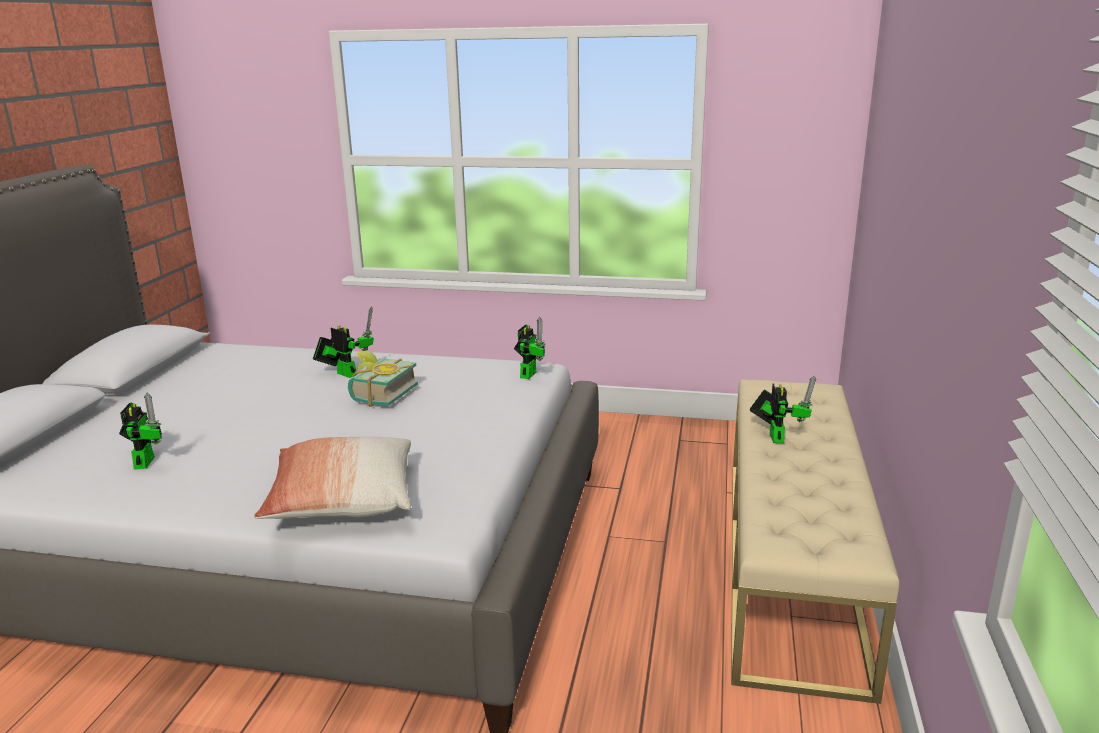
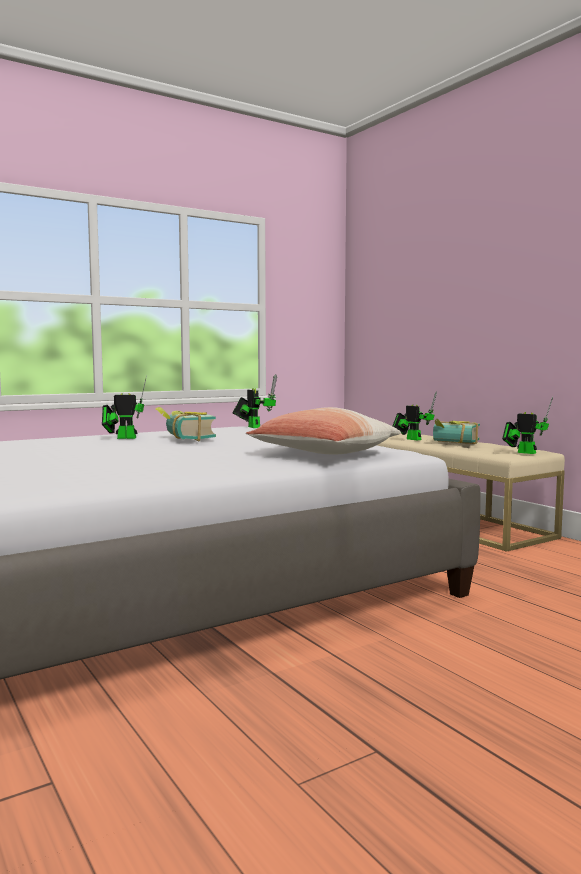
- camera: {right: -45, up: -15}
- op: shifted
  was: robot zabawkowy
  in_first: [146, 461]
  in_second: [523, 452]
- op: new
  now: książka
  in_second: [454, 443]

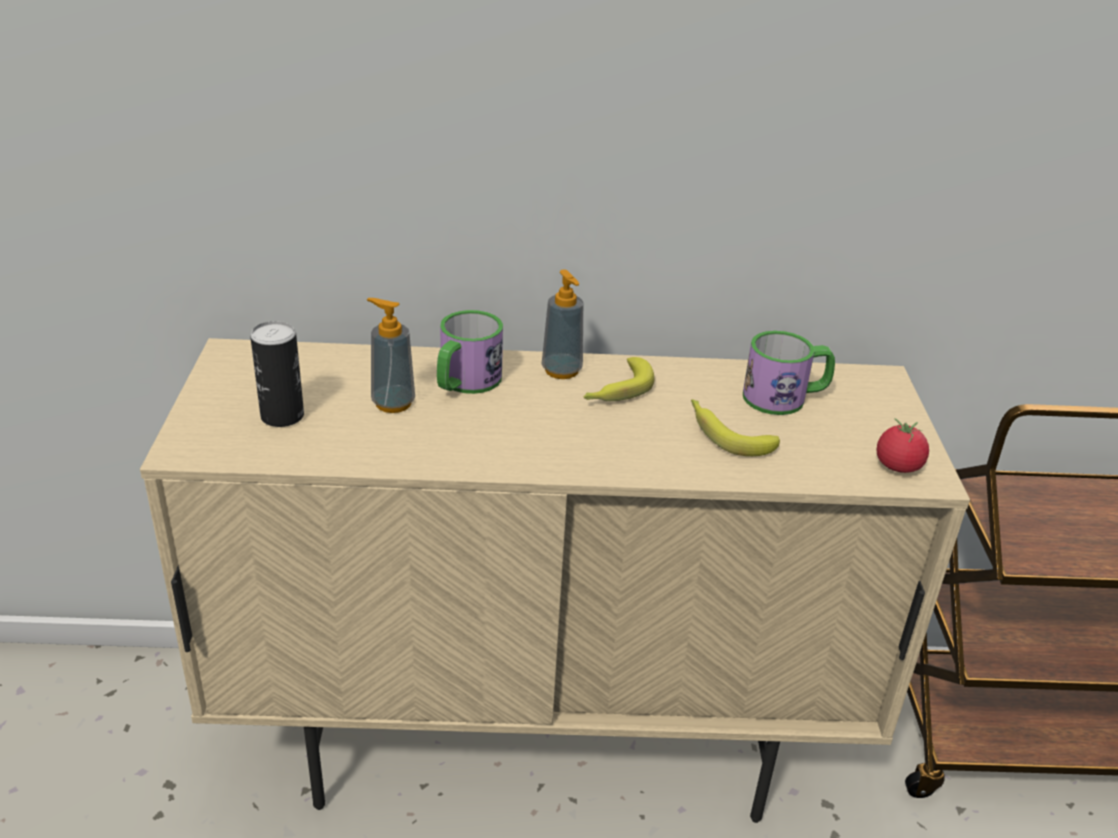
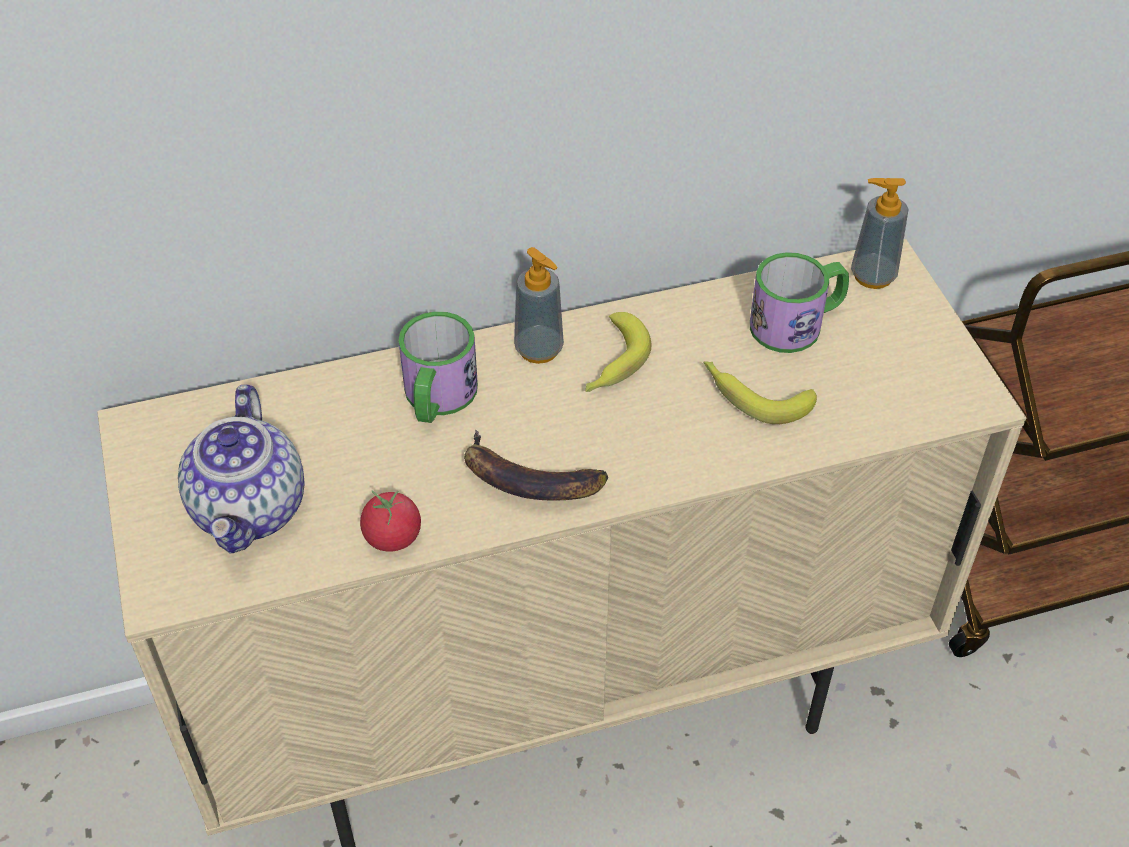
- camera: {right: -15, up: 15}
- op: swapped
  was: puszka
  now: imbryk
  in_first: [282, 416]
  in_second: [251, 509]
- op: shifted
  was: dozownik mydła
  in_first: [393, 403]
  in_second: [872, 276]
- op: shifted
  was: pomidor
  in_first: [898, 466]
  in_second: [392, 536]
- op: new
  now: banan
  in_second: [529, 479]

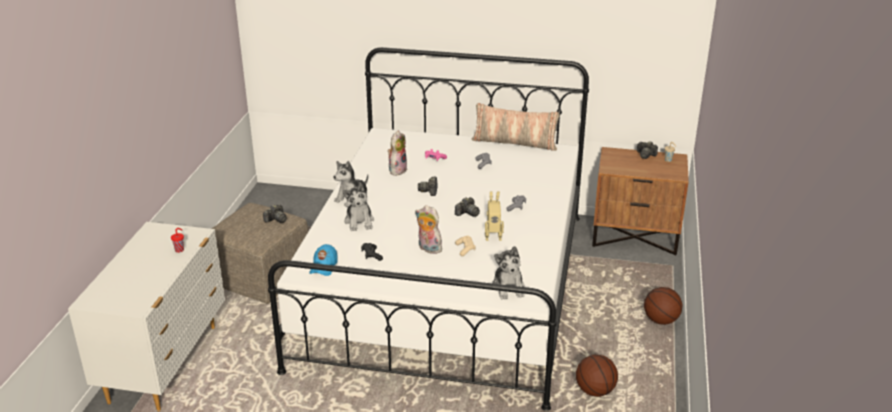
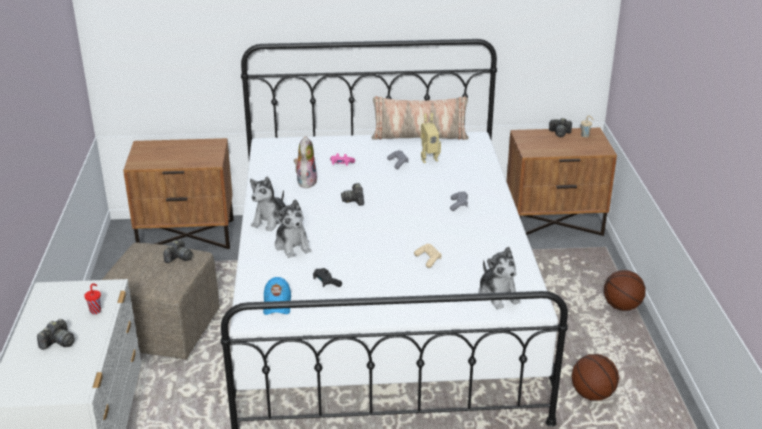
- camera: {right: -15, up: 0}
- op: gone
  was: pluszak
  in_first: [428, 249]
- op: shifted
  was: aparat fotograficzny
  in_first: [467, 213]
  in_second: [58, 342]
- op: shifted
  was: robot zabawkowy
  in_first: [493, 236]
  in_second: [428, 158]
- op: new
  now: szafka nocna (brązowy)
  in_second: [187, 235]

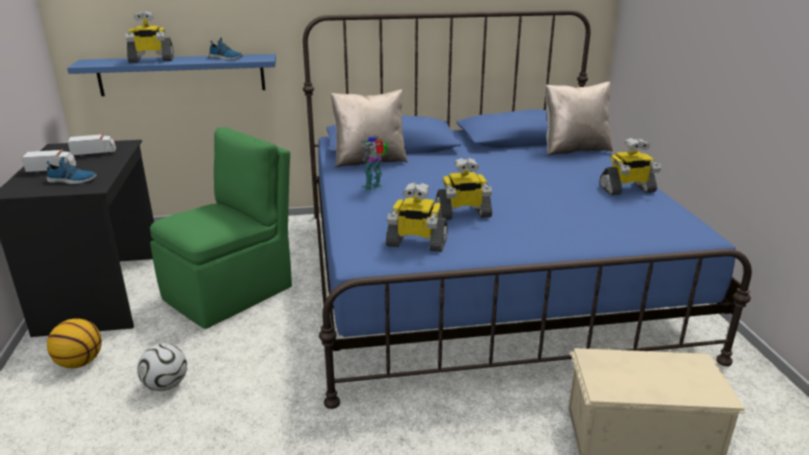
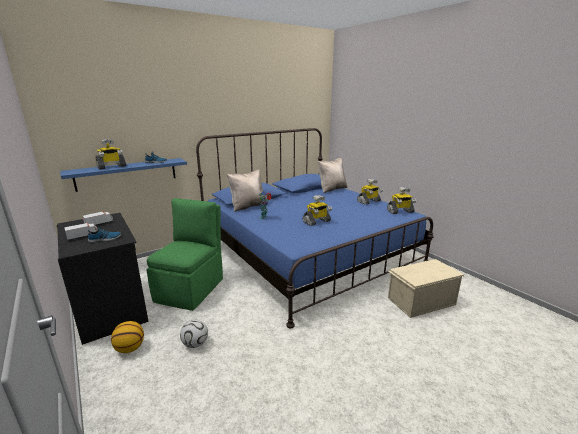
- camera: {right: -25, up: -5}
- op: shifted
  was: robot zabawkowy
  in_first: [416, 243]
  in_second: [400, 211]

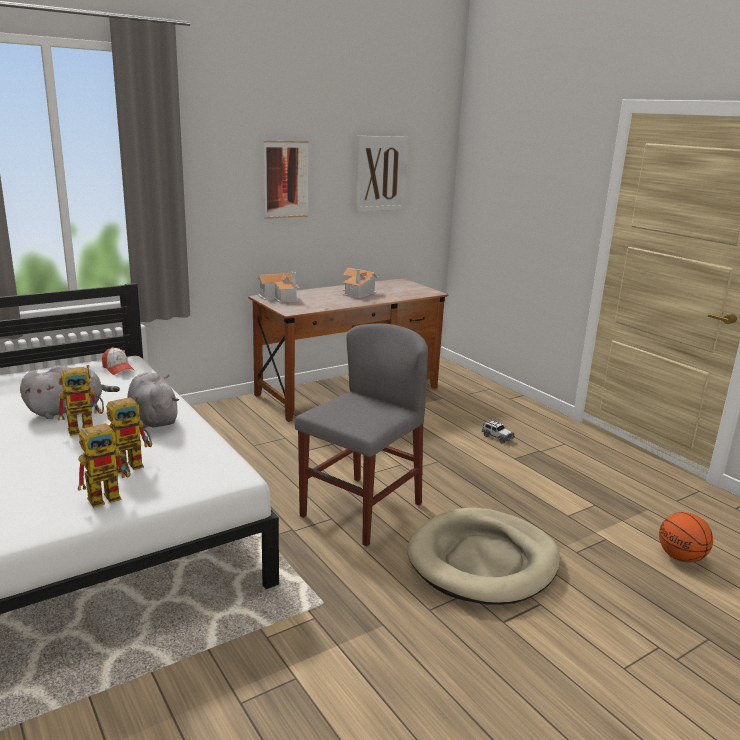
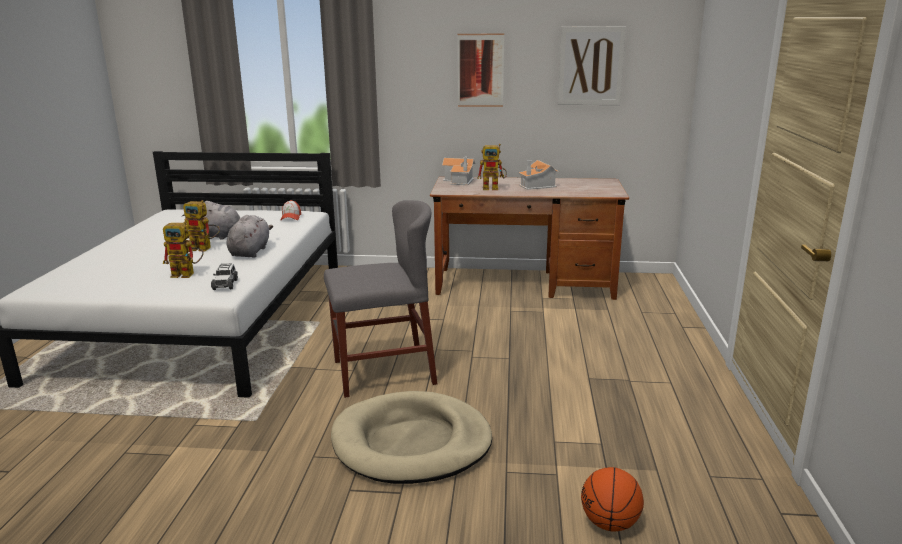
- camera: {right: 40, up: 0}
- op: shifted
  was: robot zabawkowy
  in_first: [110, 495]
  in_second: [494, 188]
- op: shifted
  was: samochodzik
  in_first: [497, 437]
  in_second: [225, 284]

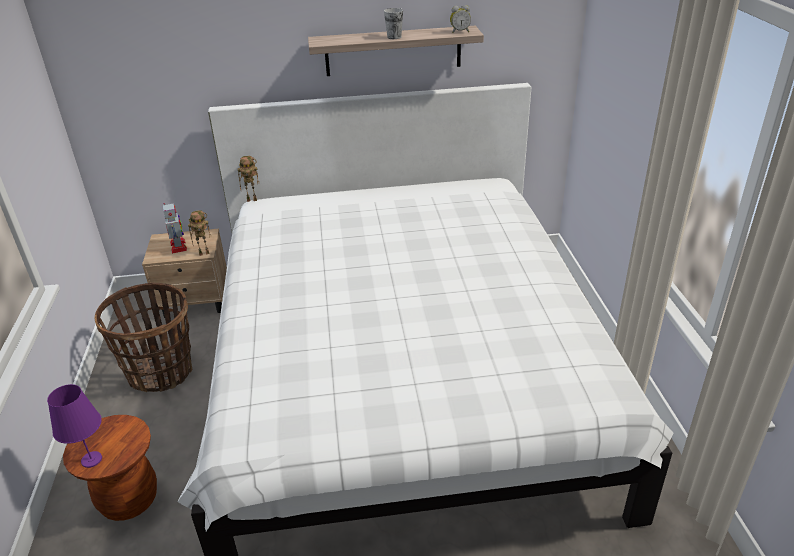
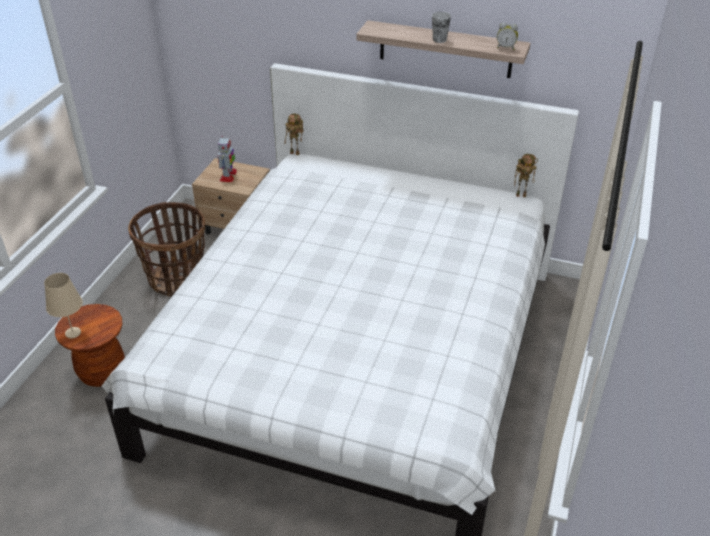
- camera: {right: 25, up: 5}
- op: repainted
  was: lampa stołowa (fioletowy)
  now: lampa stołowa (beżowy)
  in_first: [91, 460]
  in_second: [72, 333]
- op: shifted
  was: robot zabawkowy
  in_first: [205, 253]
  in_second: [521, 195]

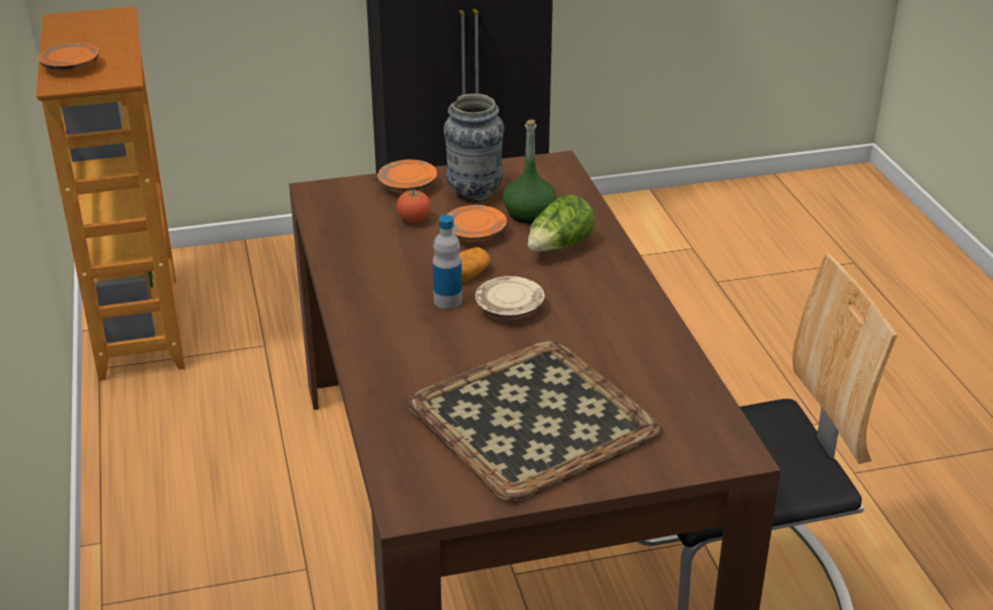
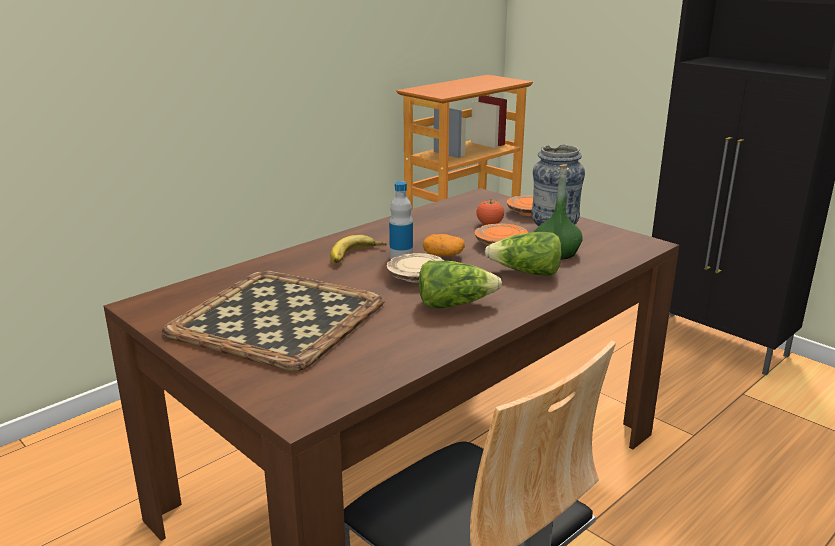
- camera: {right: 60, up: -10}
- op: gone
  was: talerz (pomarańczowy)
  in_first: [70, 67]
- op: new
  now: banan
  in_second: [356, 256]
- op: new
  now: sałata
  in_second: [454, 304]

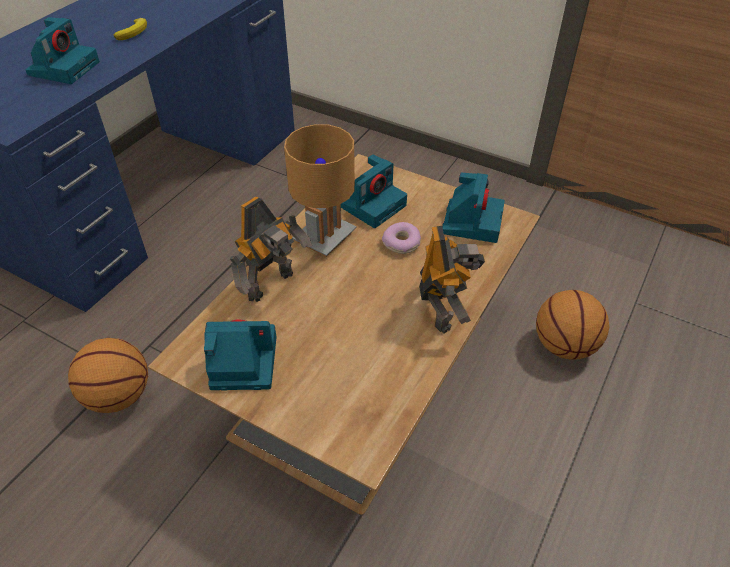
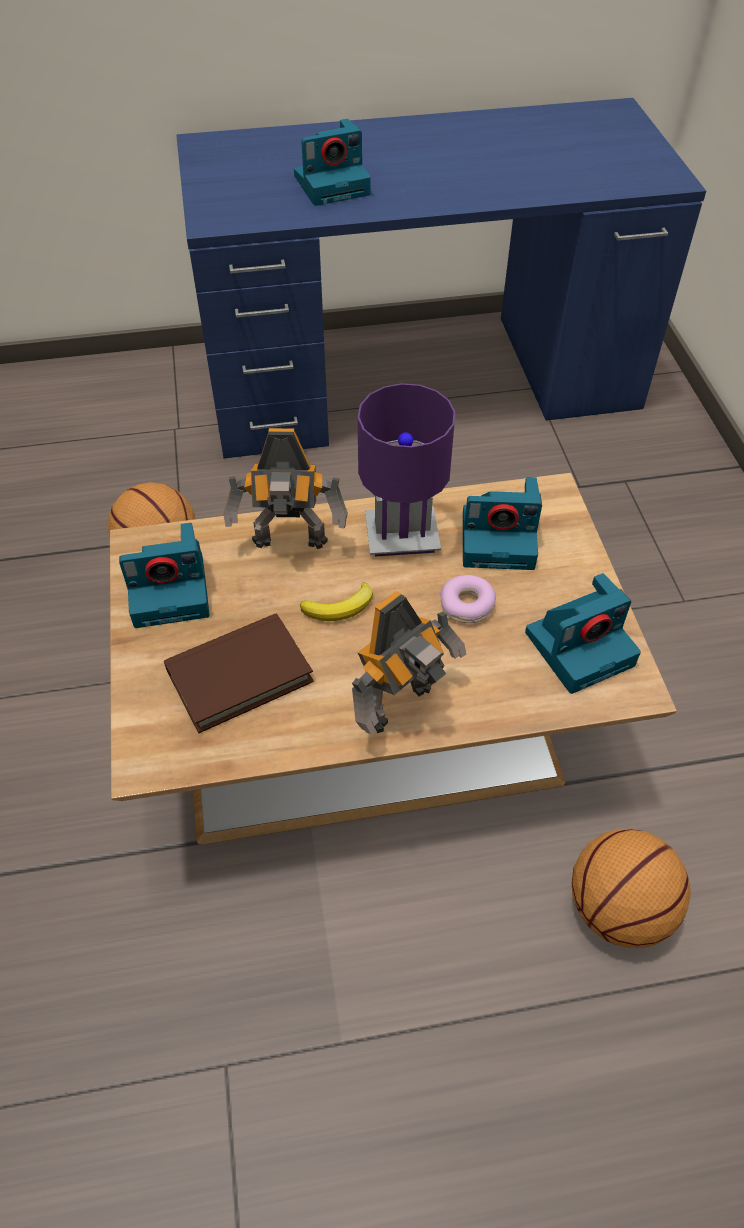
- camera: {right: 50, up: 5}
- op: shifted
  was: banan
  in_first: [134, 32]
  in_second: [340, 607]
- op: rotated
  was: aparat fotograficzny
  in_first: [241, 362]
  in_second: [172, 590]
  clockwise: 120
- op: repainted
  was: lampa stołowa (brązowy)
  now: lampa stołowa (fioletowy)
  in_first: [325, 237]
  in_second: [402, 536]
- op: new
  now: książka (brązowy)
  in_second: [239, 675]

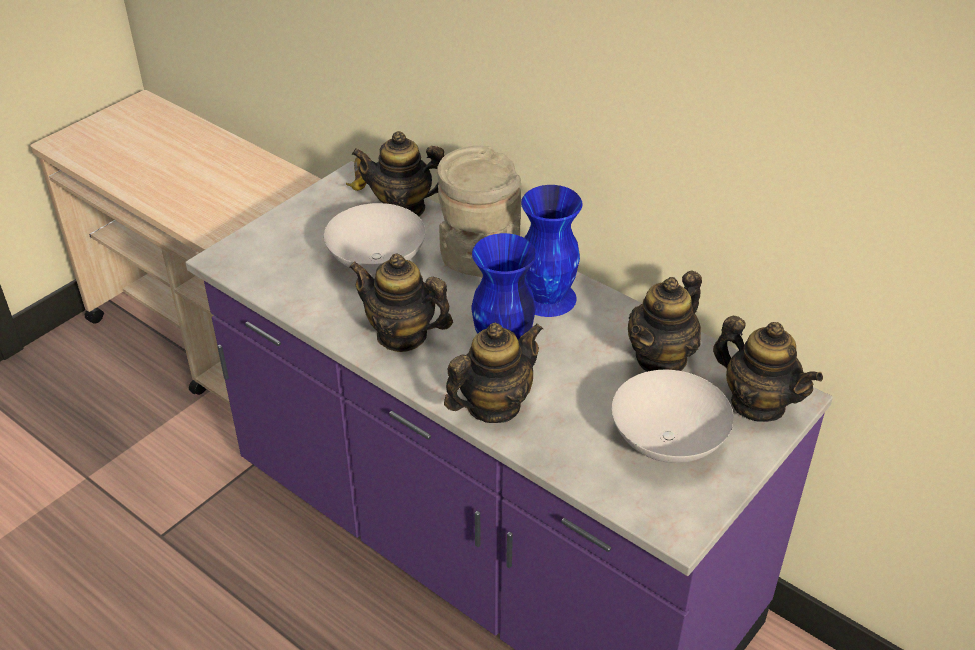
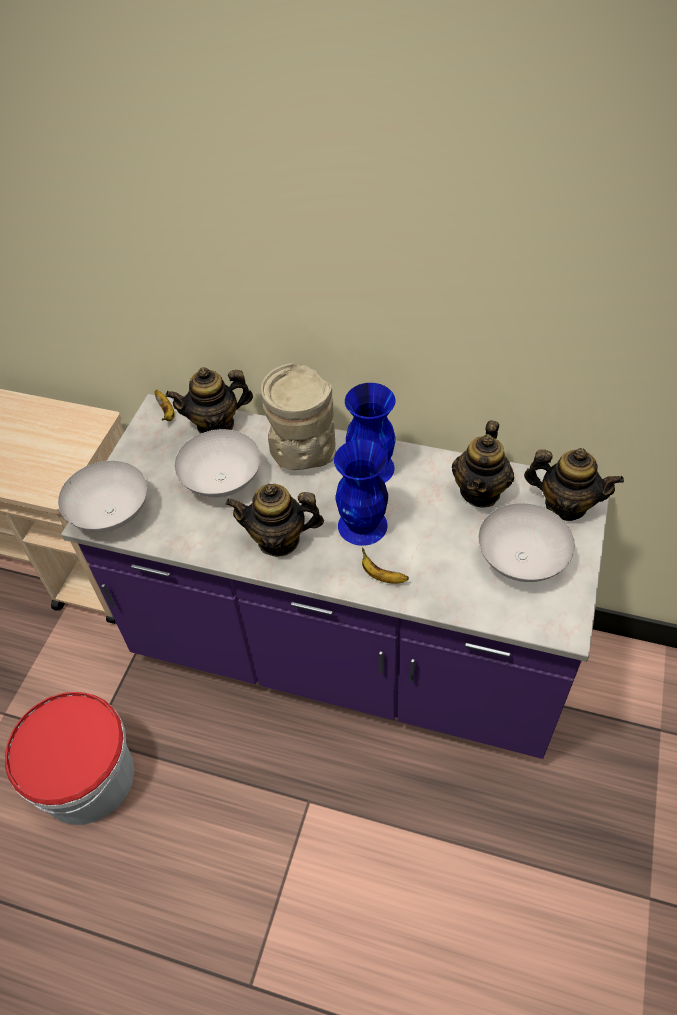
- camera: {right: -20, up: 10}
- op: swapped
  was: imbryk
  now: banan
  in_first: [493, 405]
  in_second: [381, 576]
- op: new
  now: wiadro
  in_second: [87, 777]
- op: new
  now: miska (biały)
  in_second: [111, 513]

